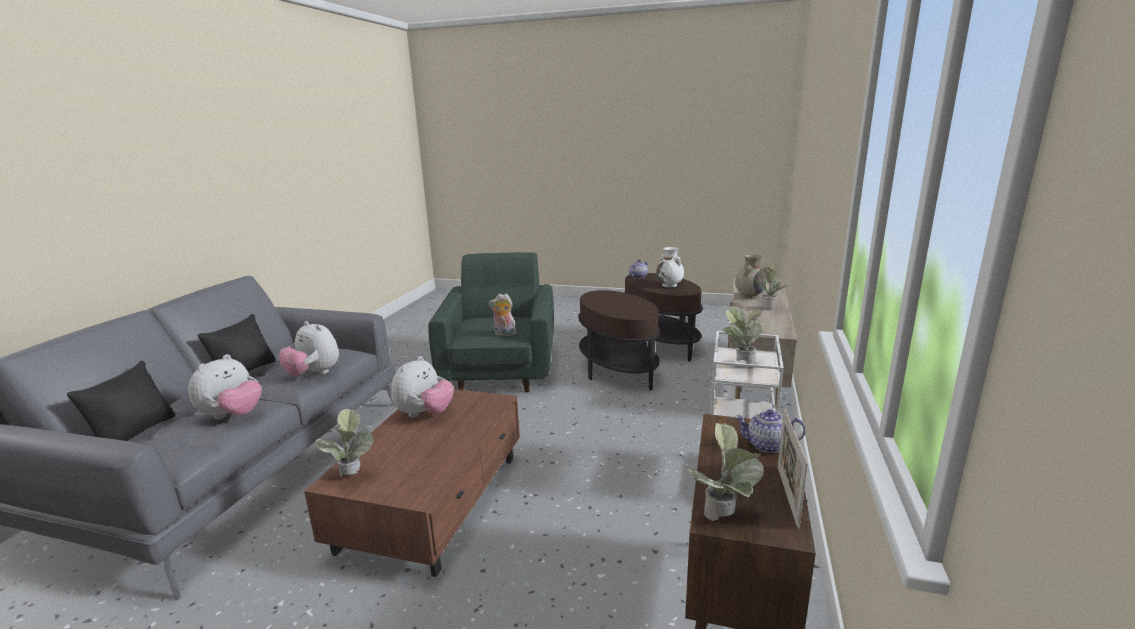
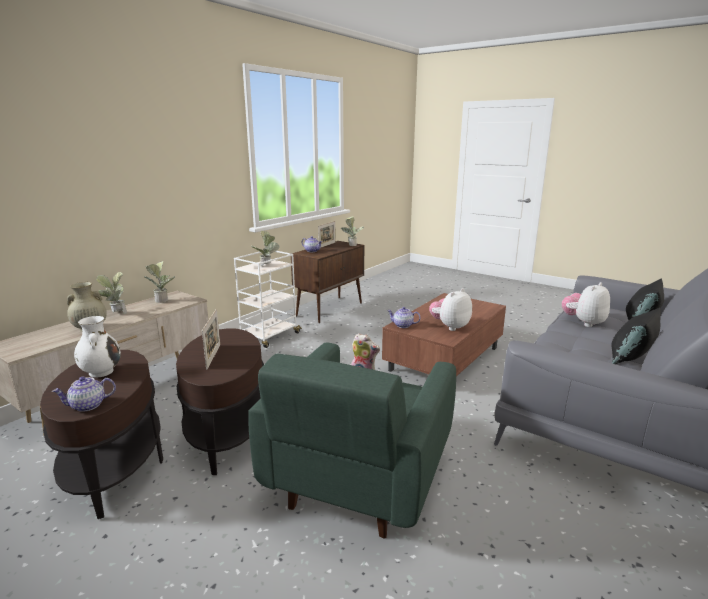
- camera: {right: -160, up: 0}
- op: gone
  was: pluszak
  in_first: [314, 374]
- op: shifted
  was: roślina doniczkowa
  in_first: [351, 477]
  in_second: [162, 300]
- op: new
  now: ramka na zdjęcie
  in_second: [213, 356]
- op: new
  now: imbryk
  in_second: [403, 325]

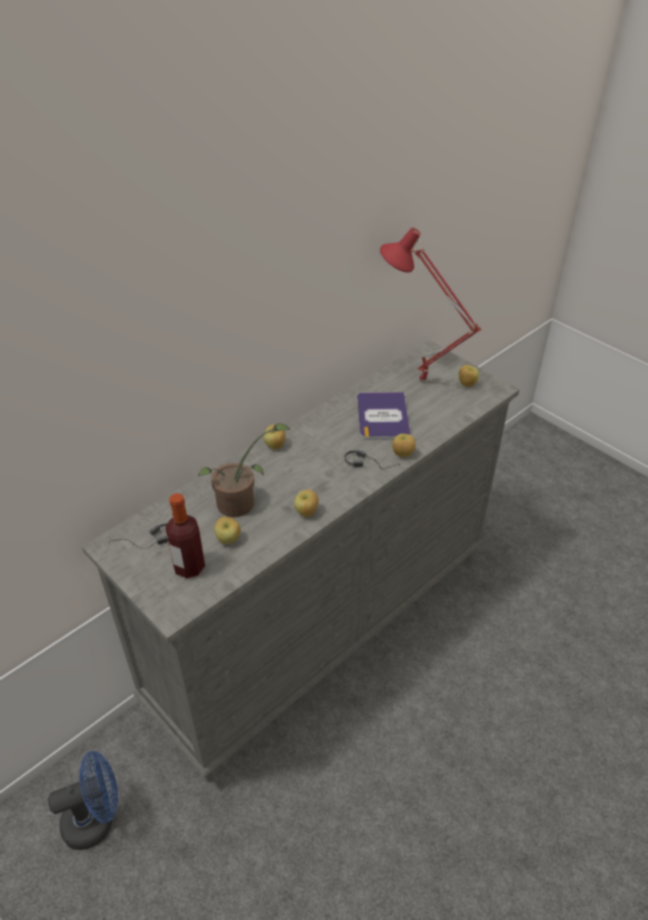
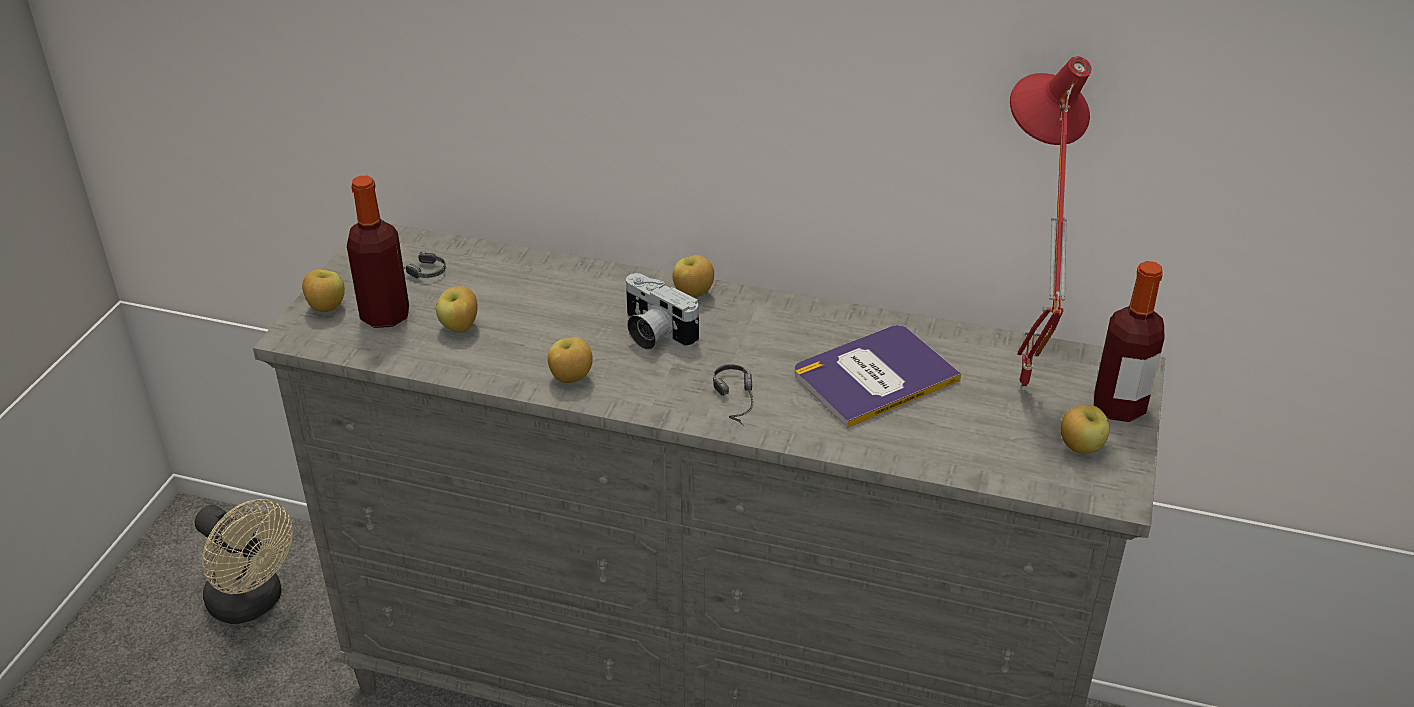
- camera: {right: 60, up: -5}
- op: repainted
  was: wentylator (niebieski)
  now: wentylator (beżowy)
  in_first: [96, 820]
  in_second: [253, 603]
- op: gone
  was: roślina doniczkowa
  in_first: [241, 503]
- op: shifted
  was: jabłko
  in_first: [402, 454]
  in_second: [326, 308]
- op: new
  now: aparat fotograficzny
  in_second: [654, 333]
- op: new
  now: butelka
  in_second: [1119, 407]

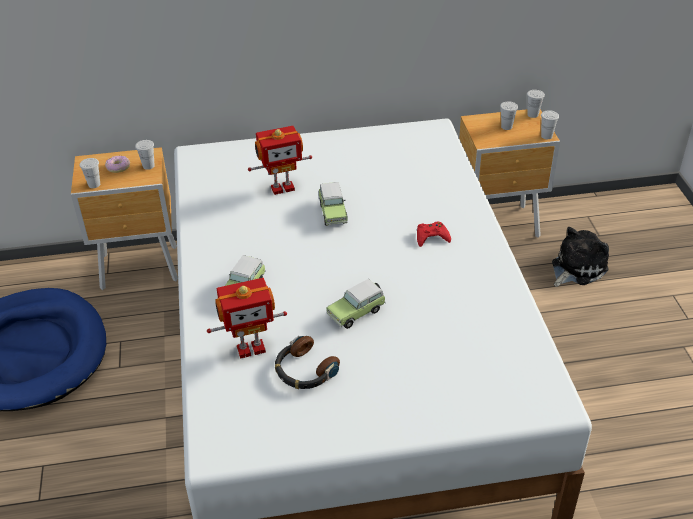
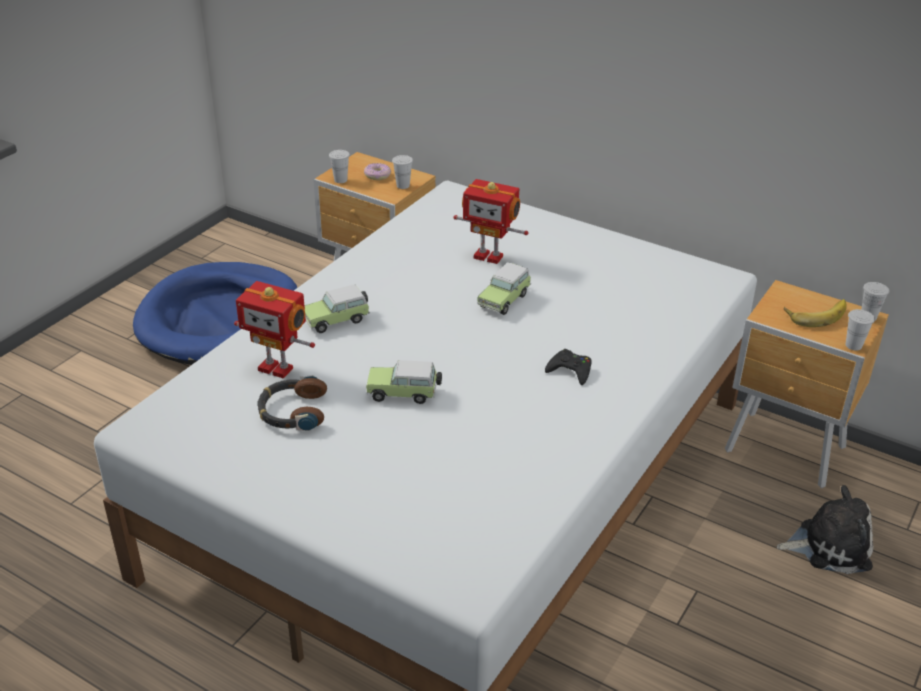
- camera: {right: 40, up: -5}
- op: repainted
  was: pad do gier (czerwony)
  now: pad do gier (czarny)
  in_first: [431, 237]
  in_second: [570, 371]
- op: swapped
  was: filiżanka (biały)
  now: banan
  in_first: [506, 127]
  in_second: [815, 314]

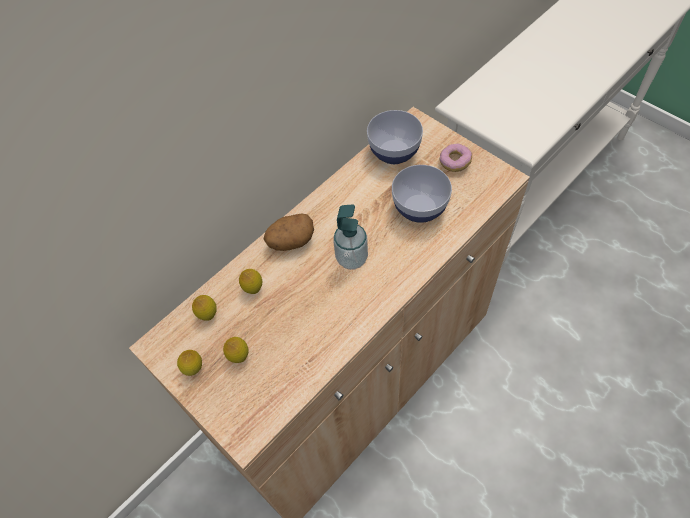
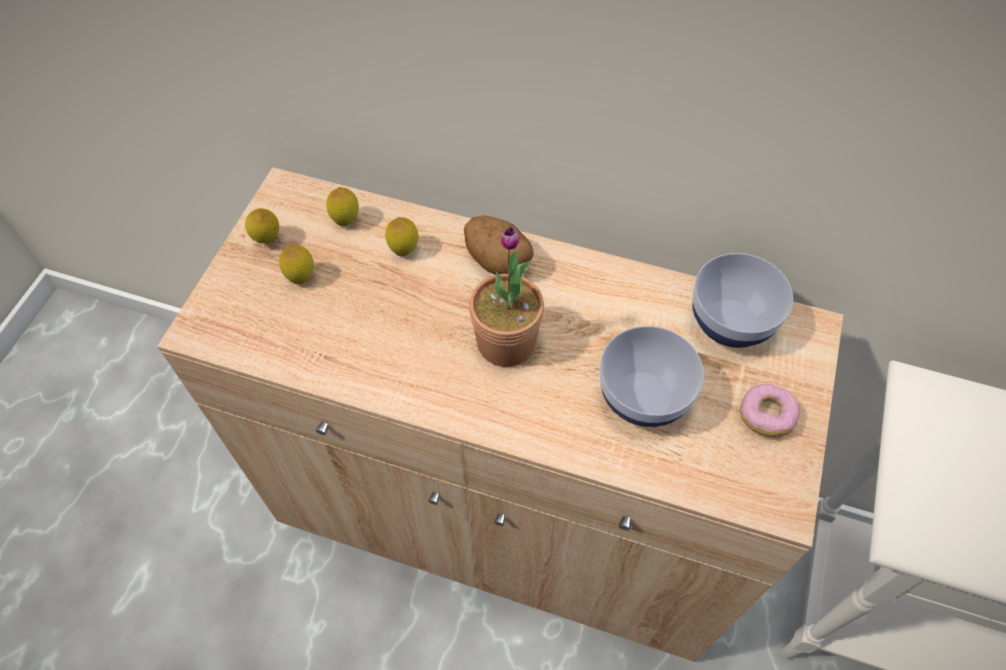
- camera: {right: 60, up: 0}
- op: swapped
  was: dozownik mydła
  now: roślina doniczkowa
  in_first: [352, 258]
  in_second: [506, 342]

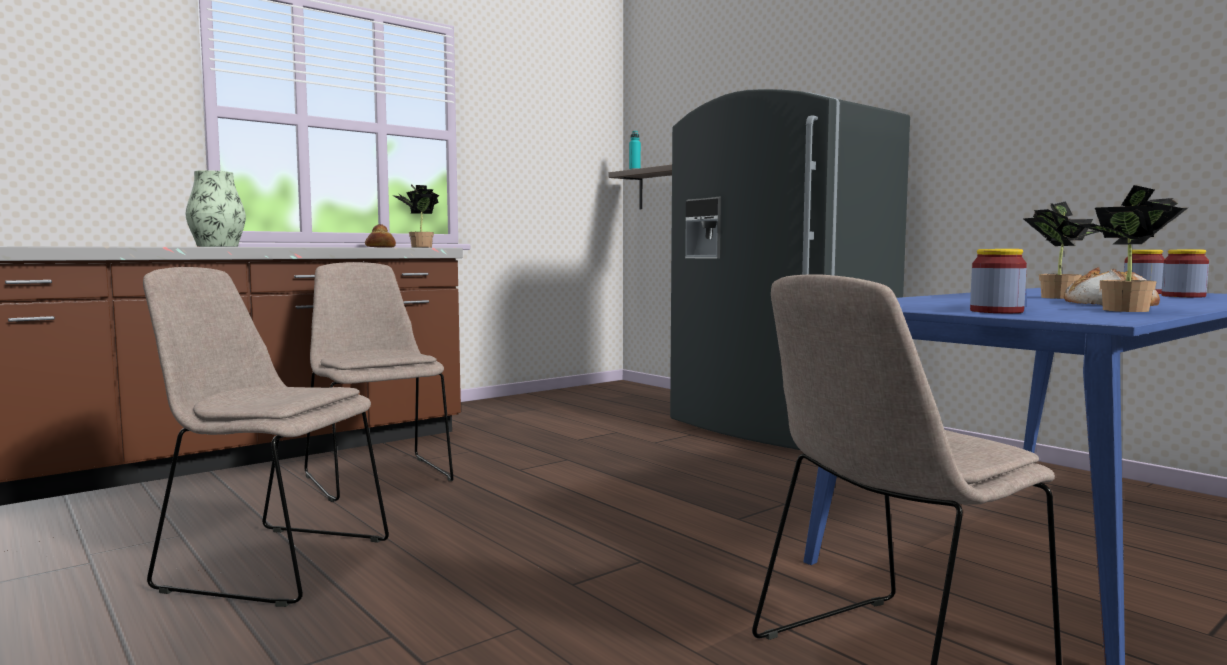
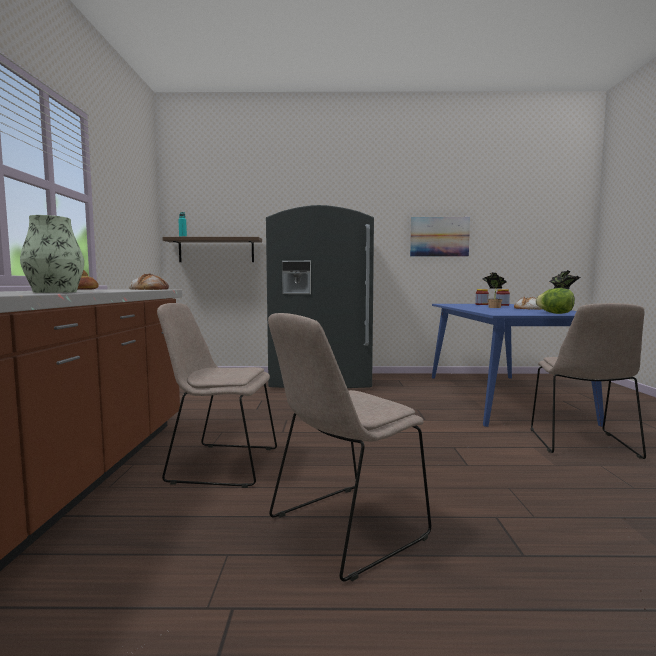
- camera: {right: -50, up: 0}
- op: swapped
  was: roślina doniczkowa
  now: chleb
  in_first: [418, 247]
  in_second: [149, 289]
- op: swapped
  was: słoik
  now: sałata
  in_first: [996, 311]
  in_second: [555, 313]
- op: new
  now: obraz
  in_second: [439, 236]

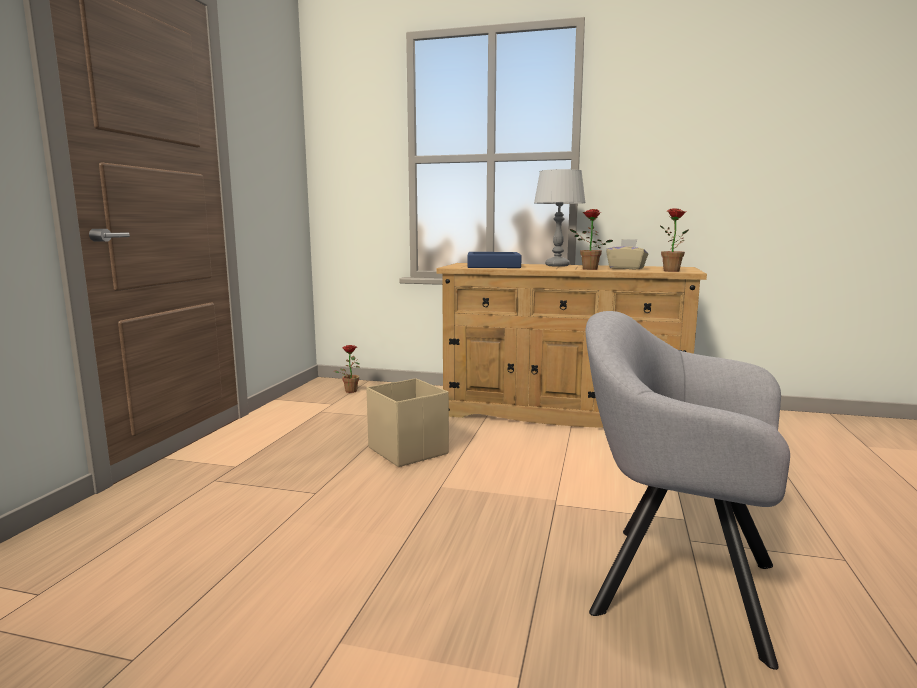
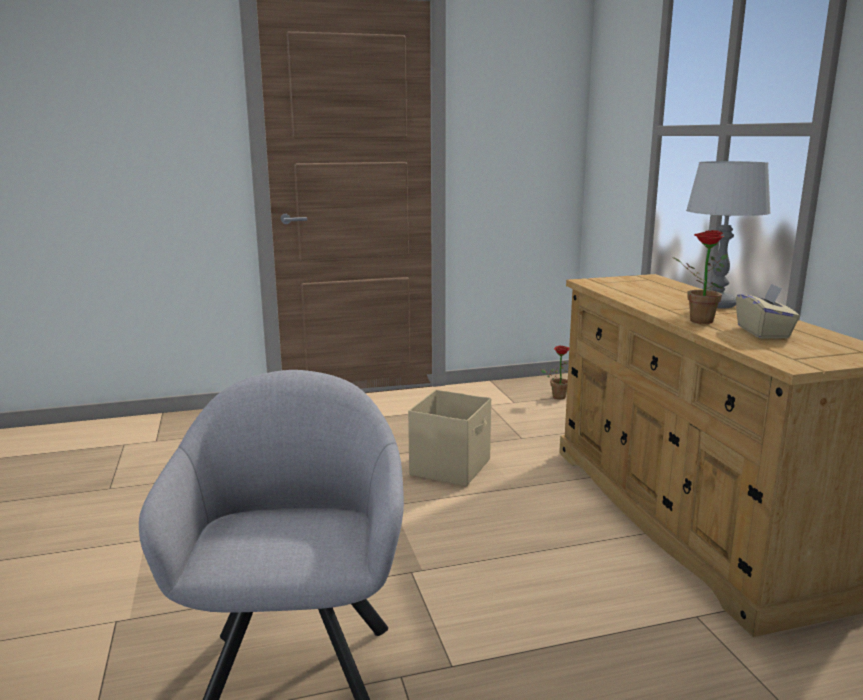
- camera: {right: 60, up: 5}
- op: gone
  was: taca (niebieski)
  in_first: [493, 266]
- op: gone
  was: roślina doniczkowa
  in_first: [674, 271]

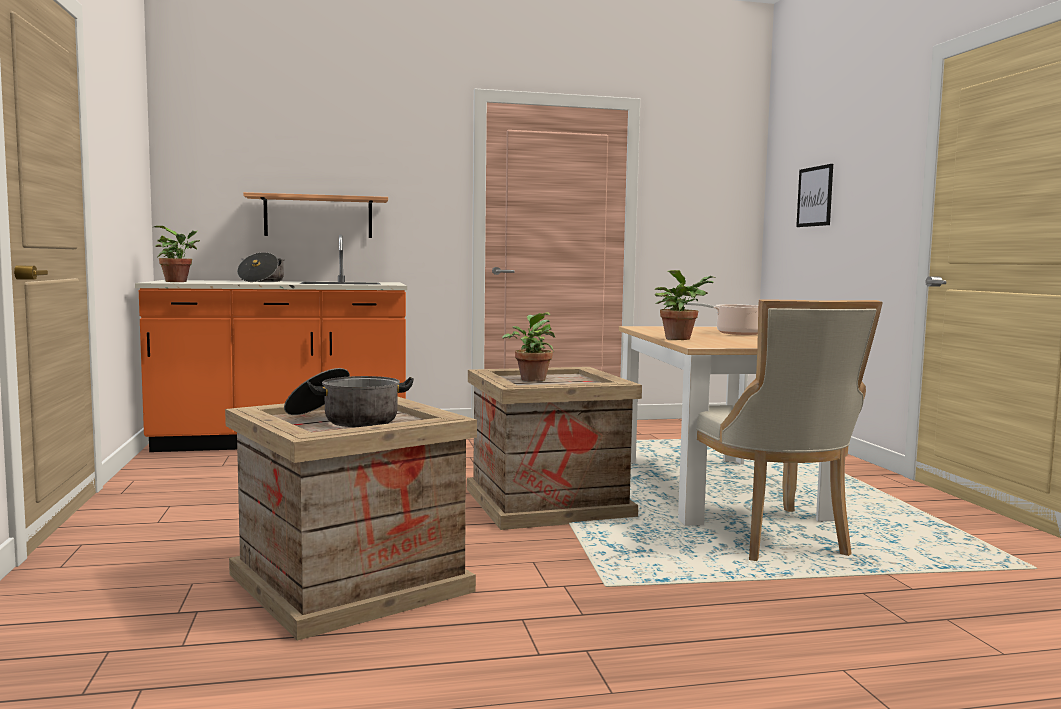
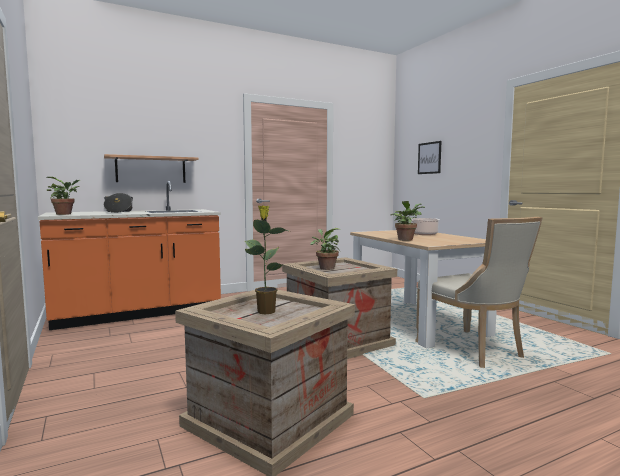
- camera: {right: -15, up: 0}
- op: swapped
  was: garnek
  now: roślina doniczkowa
  in_first: [345, 420]
  in_second: [266, 311]

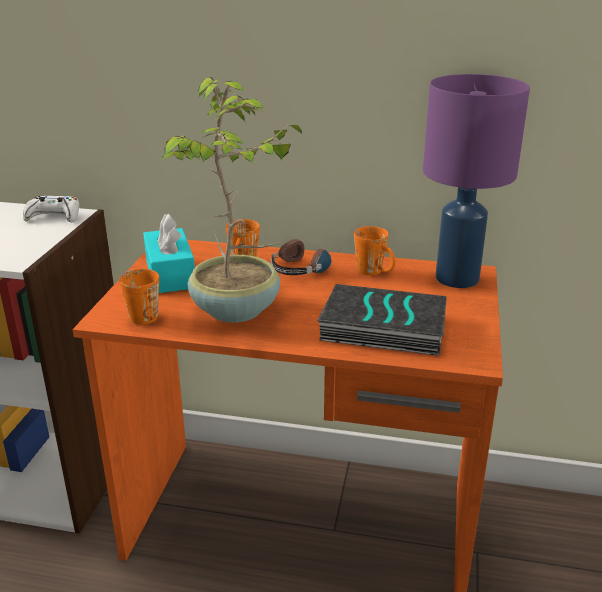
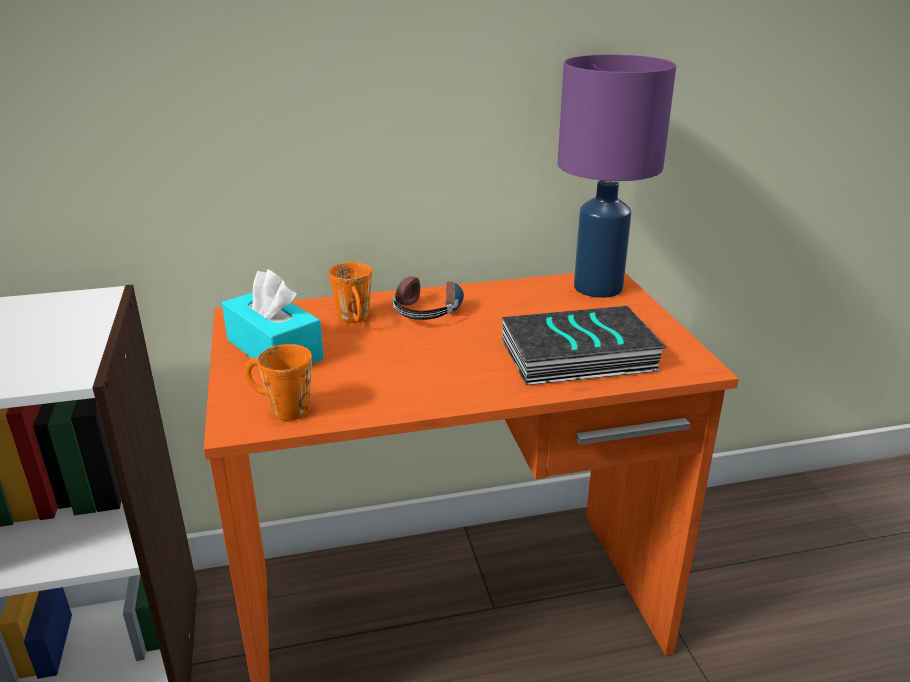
- camera: {right: -25, up: 0}
- op: gone
  was: pad do gier (biały)
  in_first: [54, 216]
- op: gone
  was: roślina doniczkowa
  in_first: [237, 310]
- op: gone
  was: kubek (pomarańczowy)
  in_first: [375, 273]

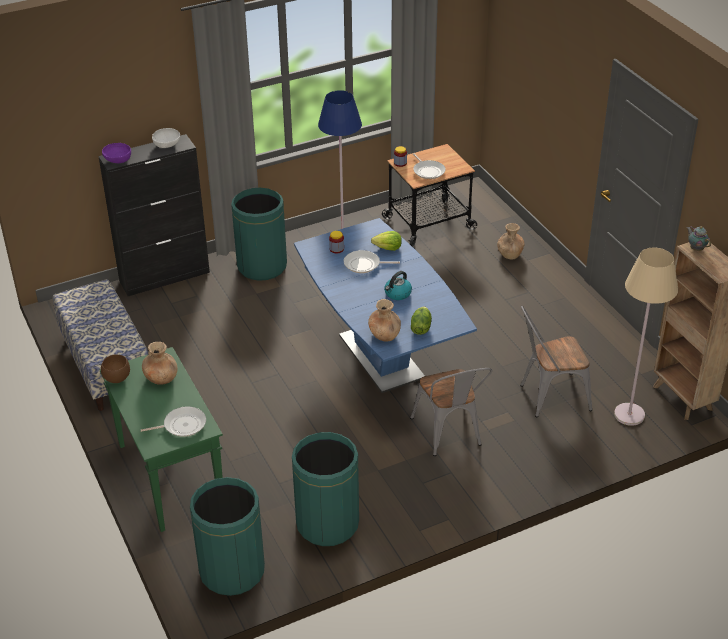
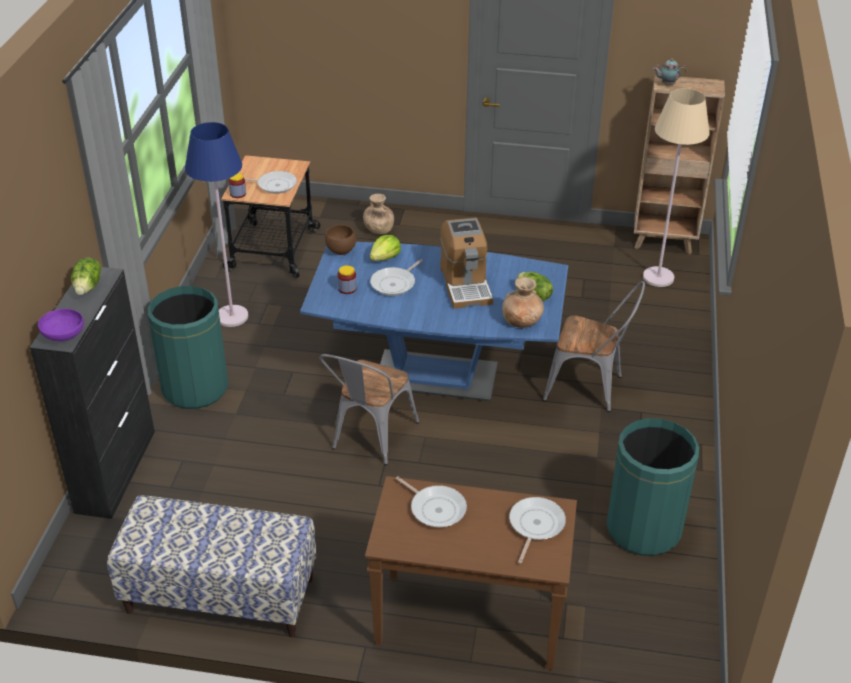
- camera: {right: -55, up: 0}
- op: repainted
  was: stolik konsolowy (zielony)
  now: stolik konsolowy (brązowy)
  in_first: [169, 476]
  in_second: [467, 622]
- op: shifted
  was: miska (brązowy)
  in_first: [116, 378]
  in_second: [340, 251]
- op: swapped
  was: wazon (brązowy)
  now: patelnia
  in_first: [161, 378]
  in_second: [435, 508]
- op: swapped
  was: miska (biały)
  now: sałata
  in_first: [167, 145]
  in_second: [88, 287]
- op: gone
  was: kosz na śmieci (zielony)
  in_first: [232, 571]
- op: swapped
  was: czajnik
  now: ekspres do kawy
  in_first: [397, 294]
  in_second: [465, 285]
- op: shifted
  was: krzesło (szary)
  in_first: [549, 397]
  in_second: [370, 439]

